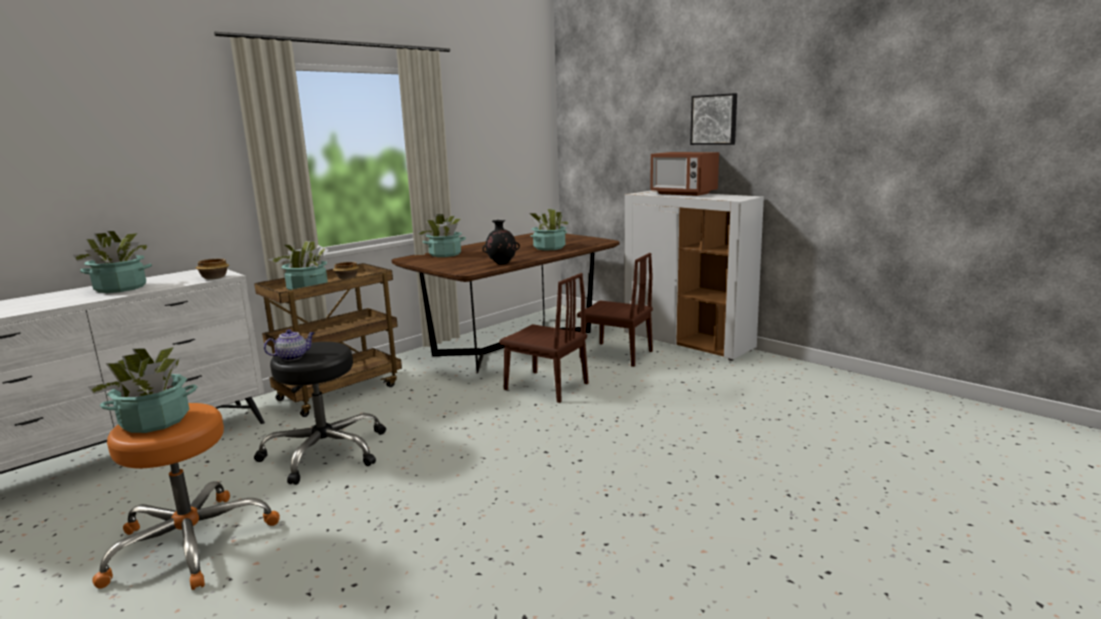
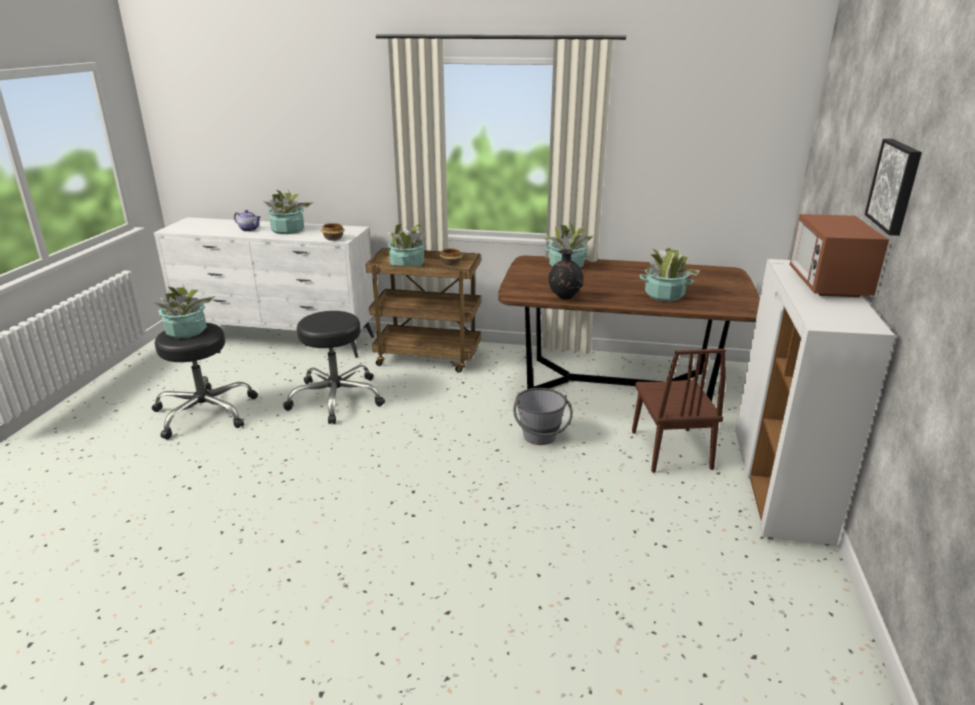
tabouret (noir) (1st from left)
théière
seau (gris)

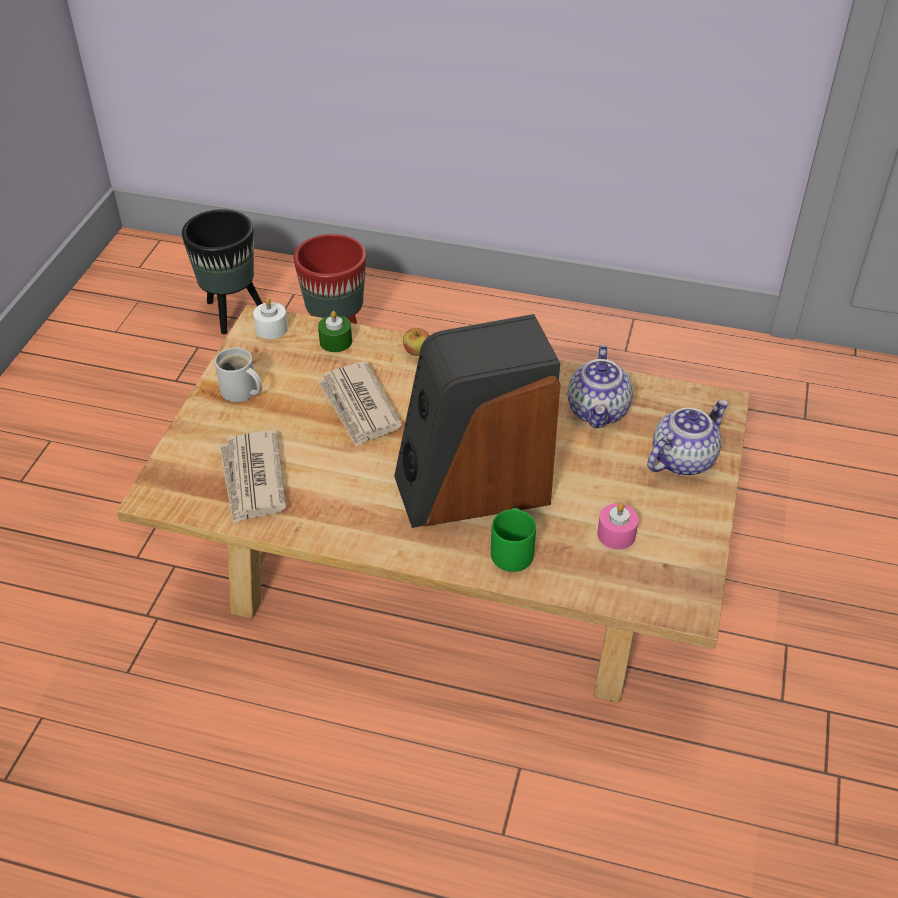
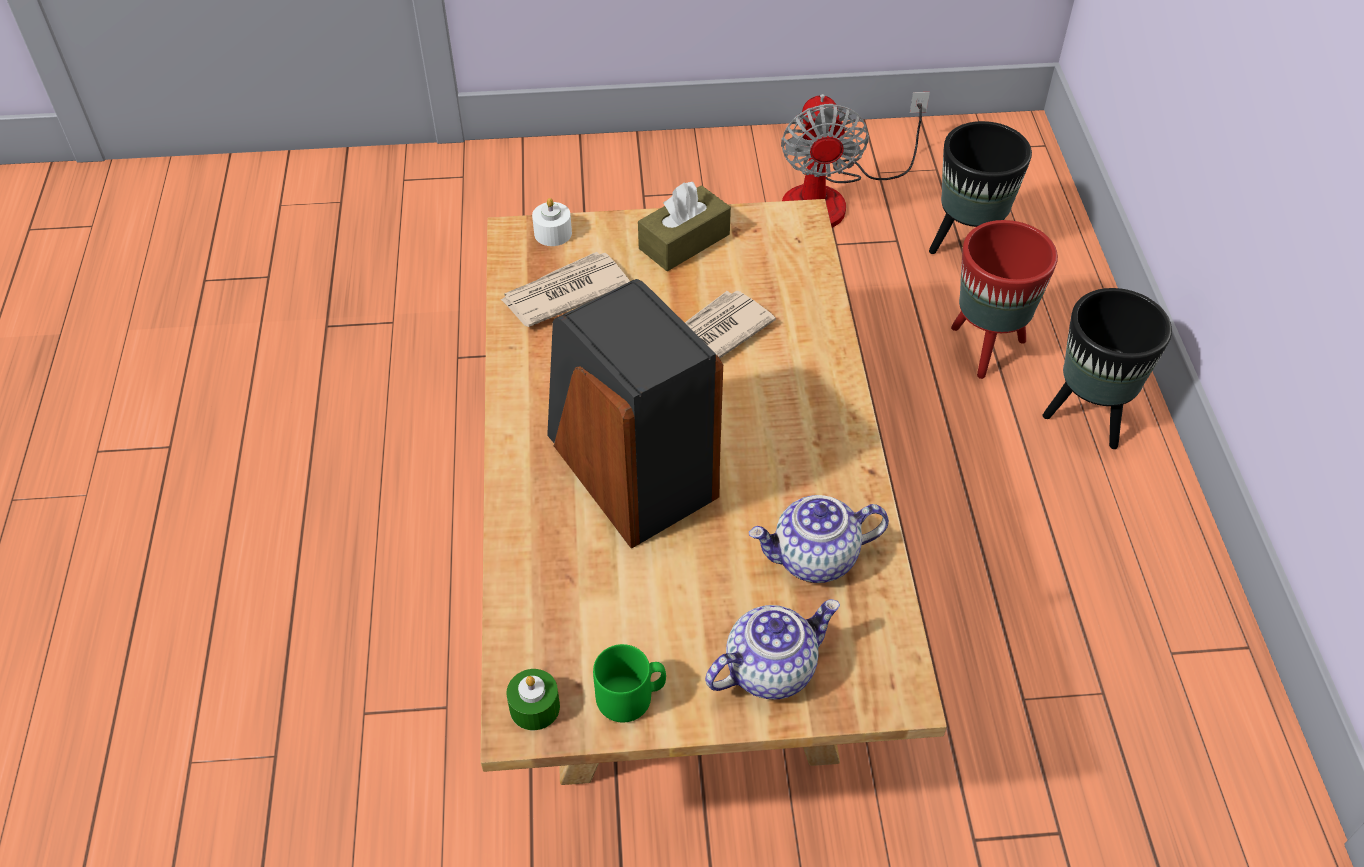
bougie (vert)
bougie (blanc)
mug (vert)
boîte à mouchoirs (marron)
théière (1st from left)
ventilateur
cache-pot (noir) (2nd from left)
pomme
bougie (rose)

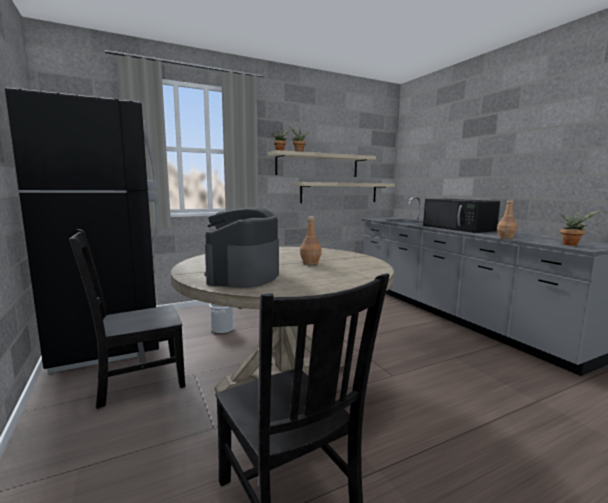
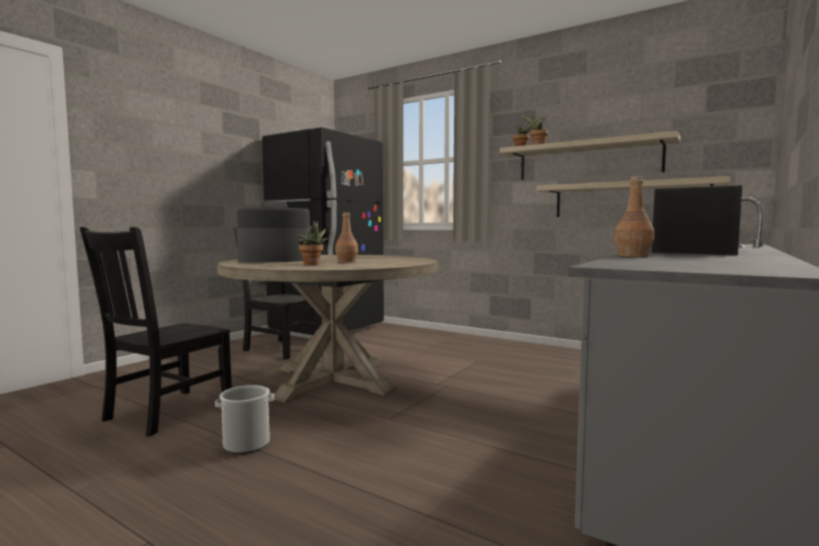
seau
plante en pot (1st from left)

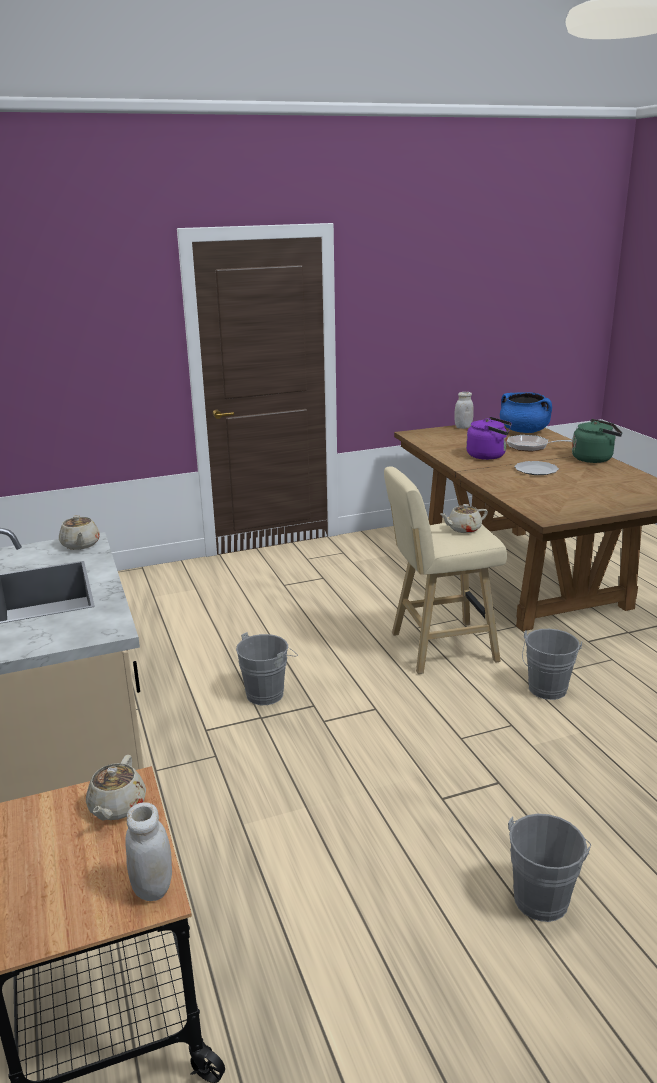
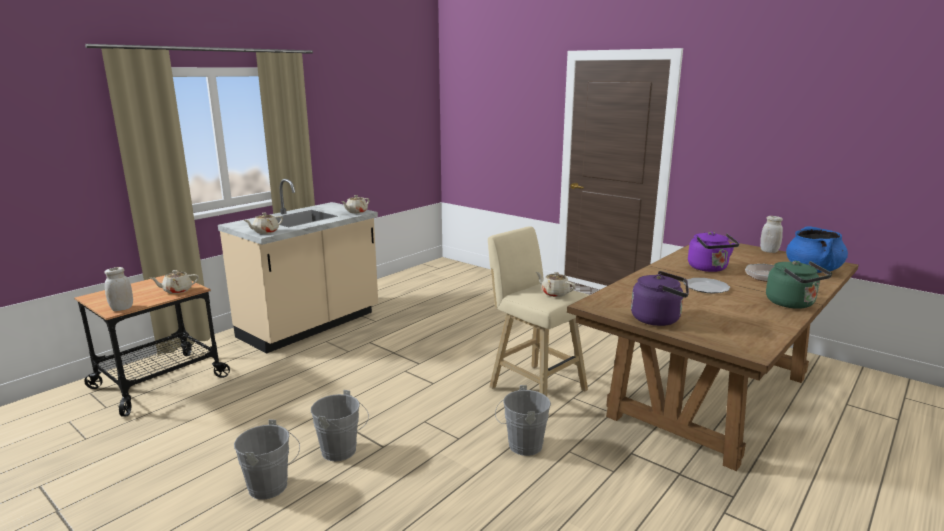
théière (beige) (2nd from left)
seau (gris) (2nd from left)
bouilloire (violet) (1st from left)

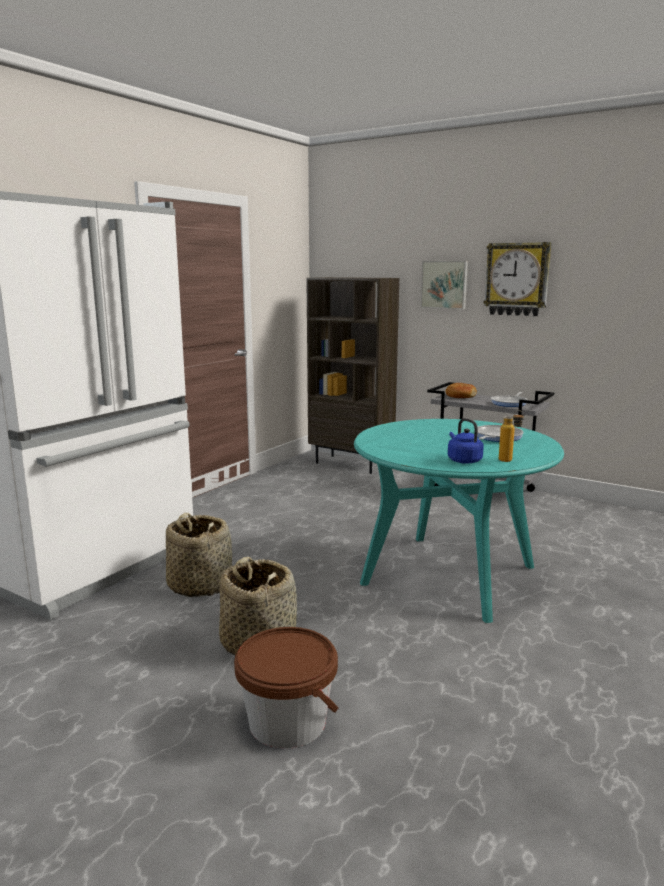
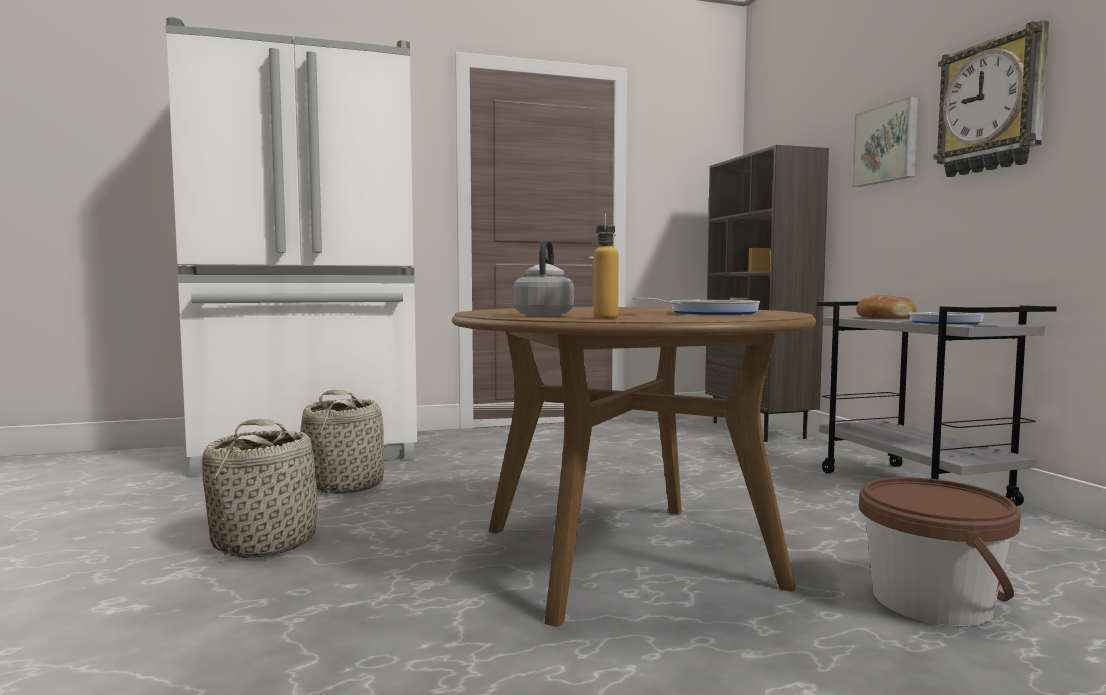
table à manger (marron)
bouilloire (gris)
seau (marron)

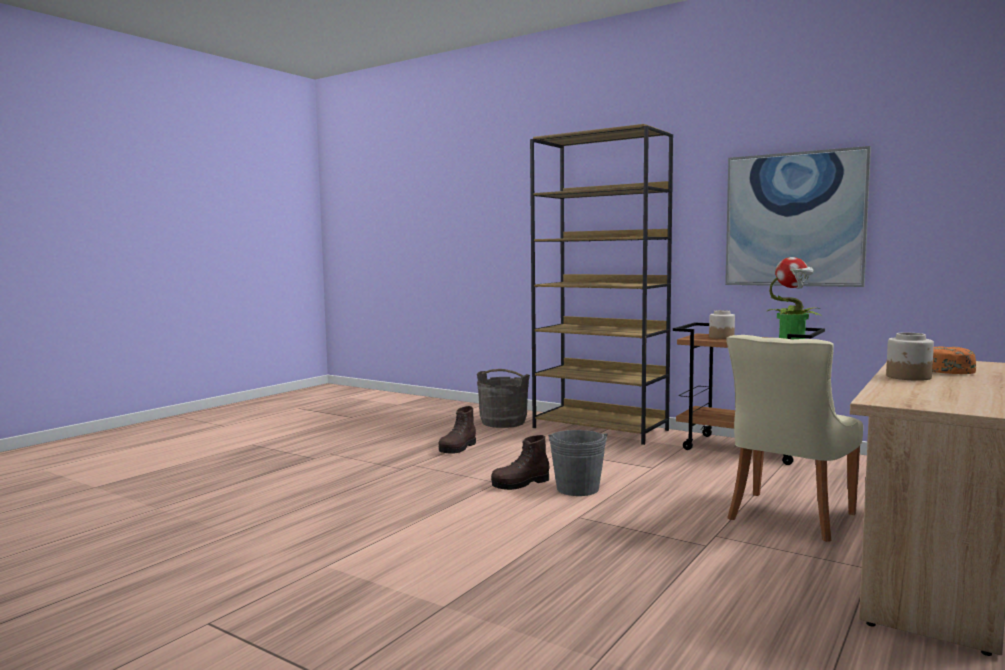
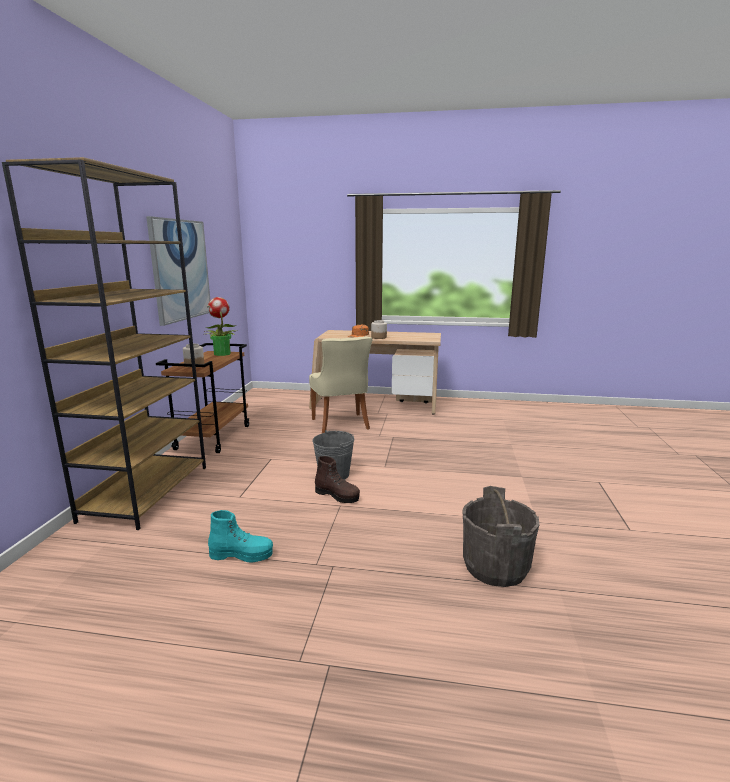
botte (turquoise)
chaise (beige)
seau (gris) (2nd from left)

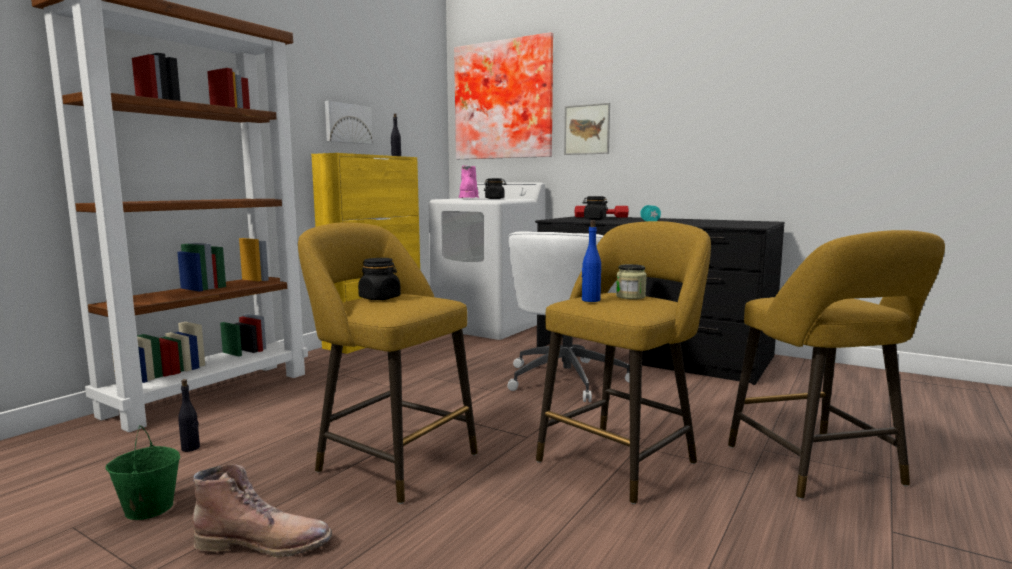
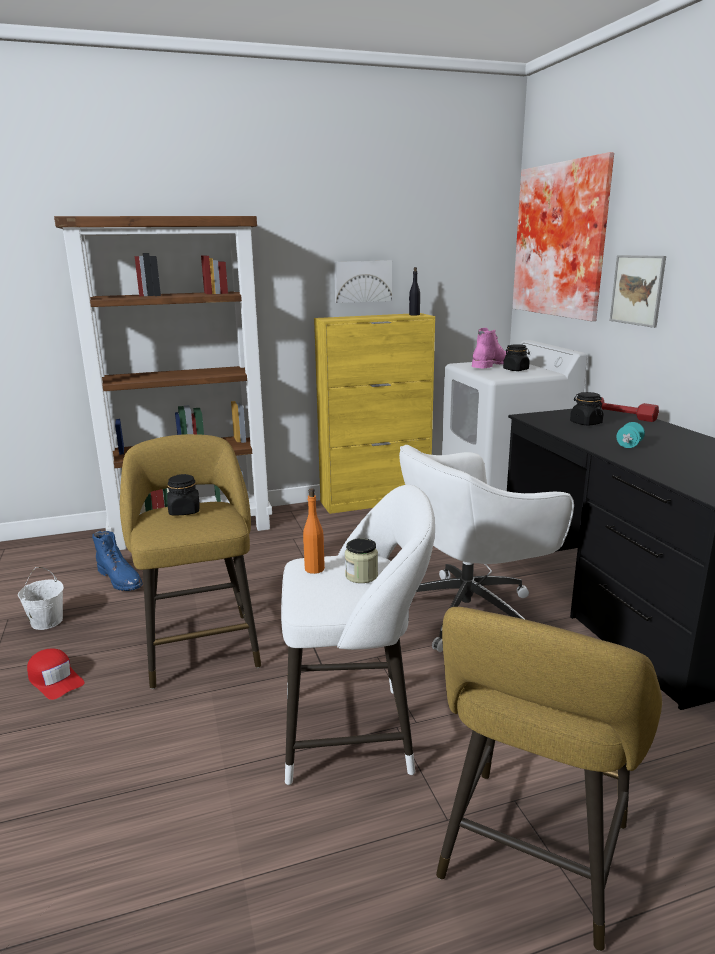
seau (blanc)
casquette (rouge)
botte (bleu)
tabouret (blanc)
bouteille (orange)

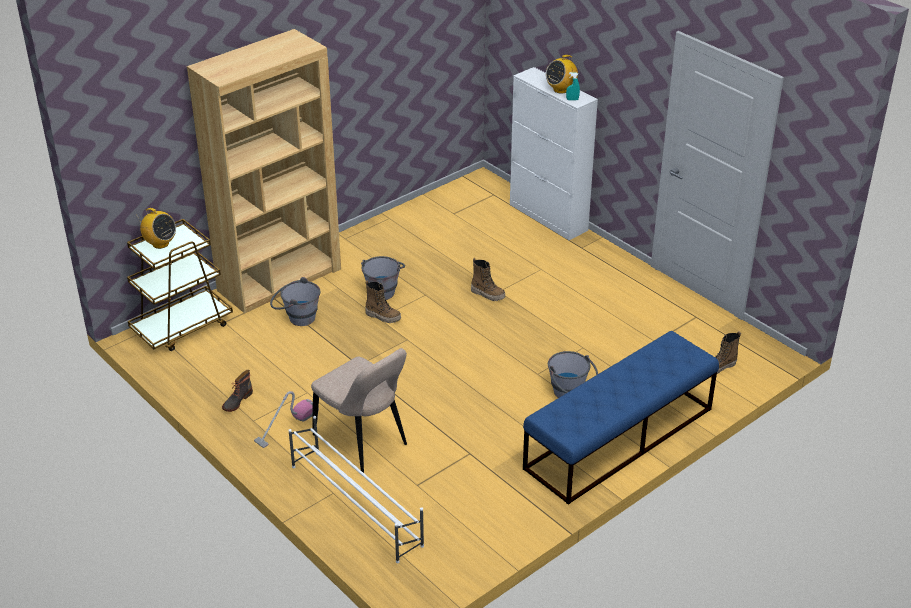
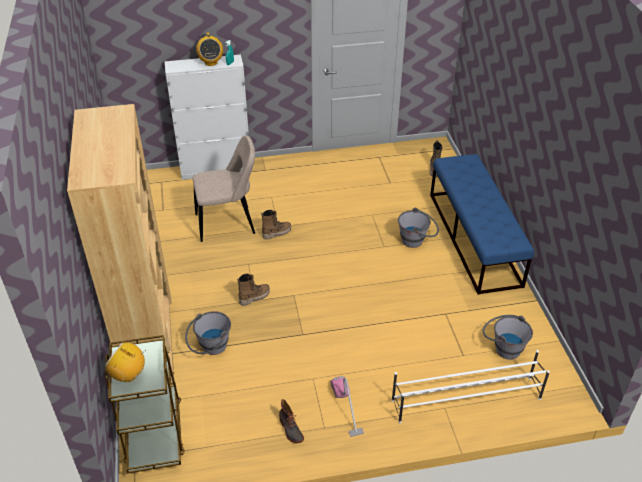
radio (1st from left)
chaise (beige)
seau (gris) (3rd from left)

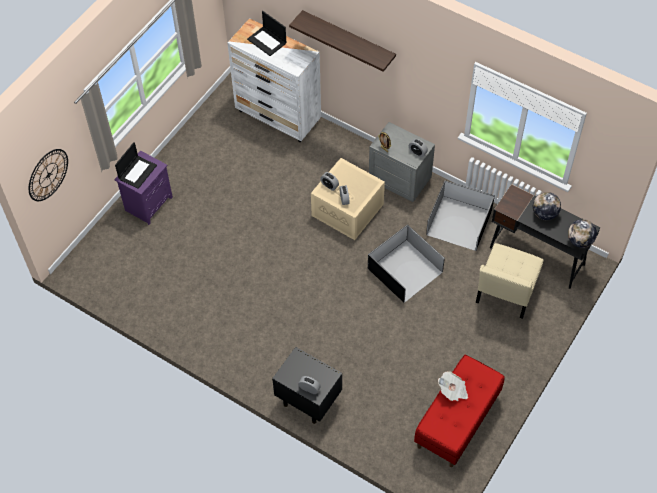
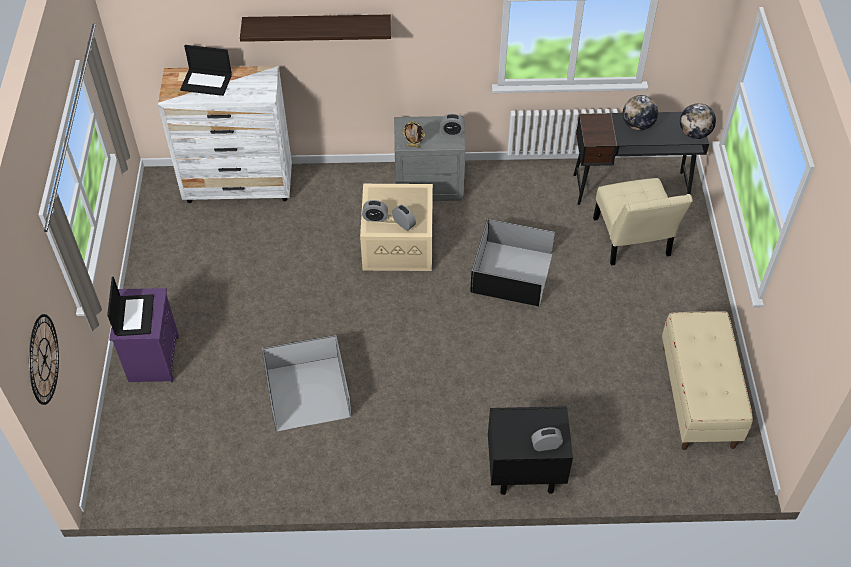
boîte de rangement (noir) (1st from left)
banc (beige)
journal

